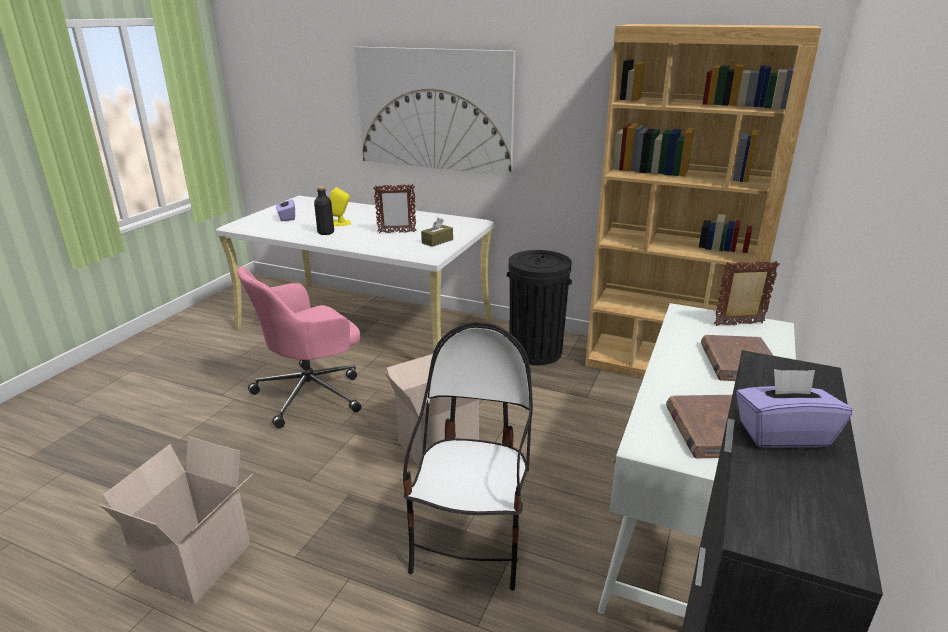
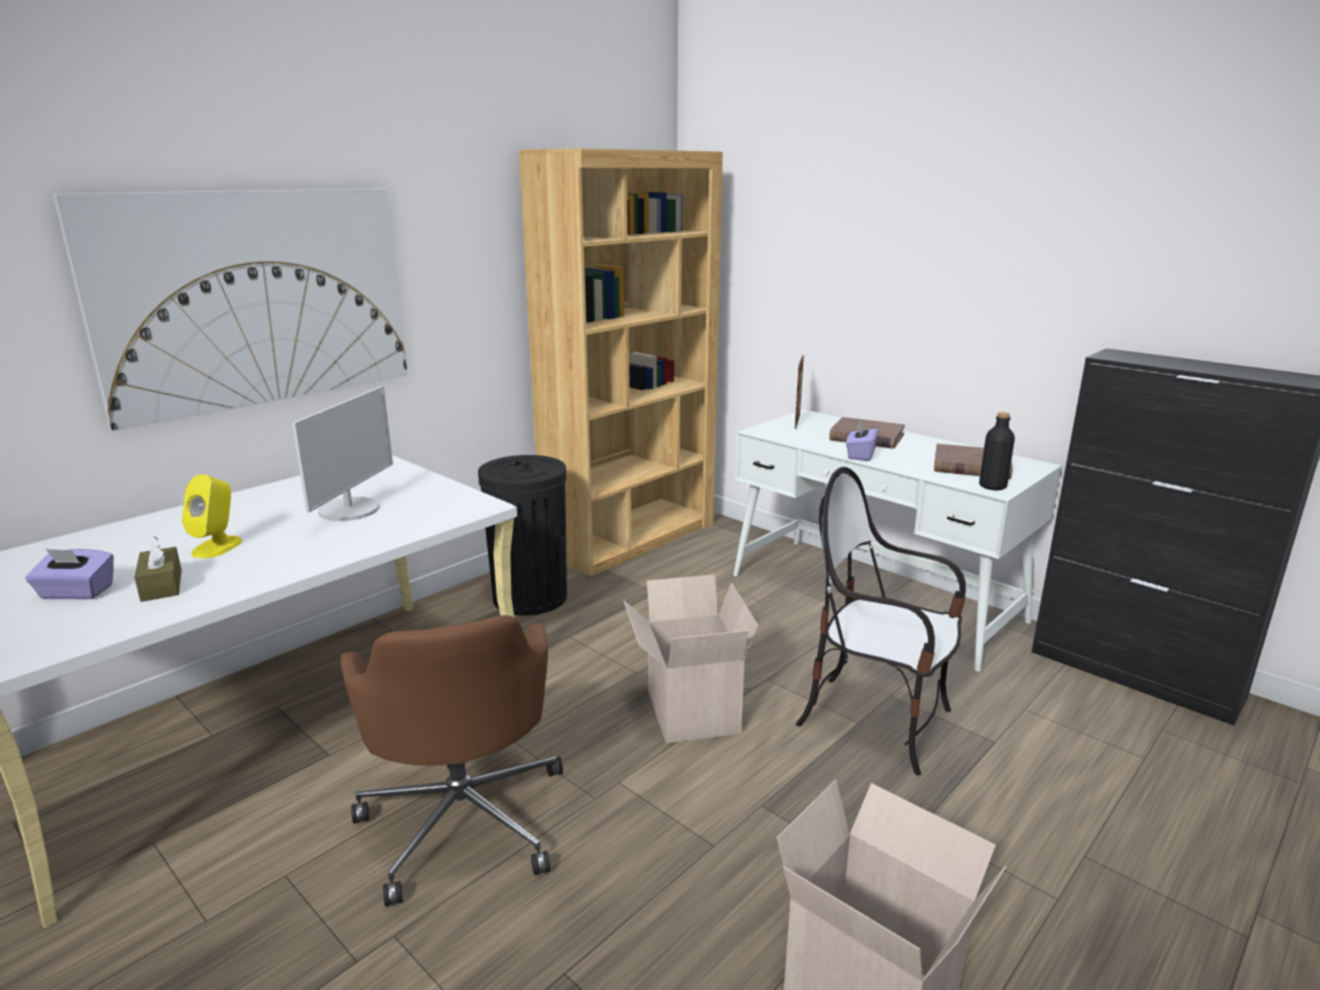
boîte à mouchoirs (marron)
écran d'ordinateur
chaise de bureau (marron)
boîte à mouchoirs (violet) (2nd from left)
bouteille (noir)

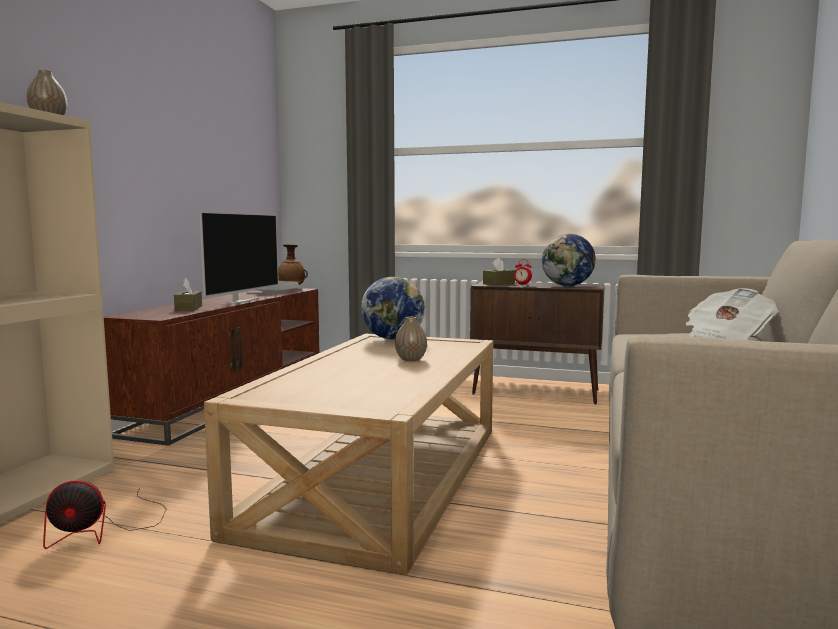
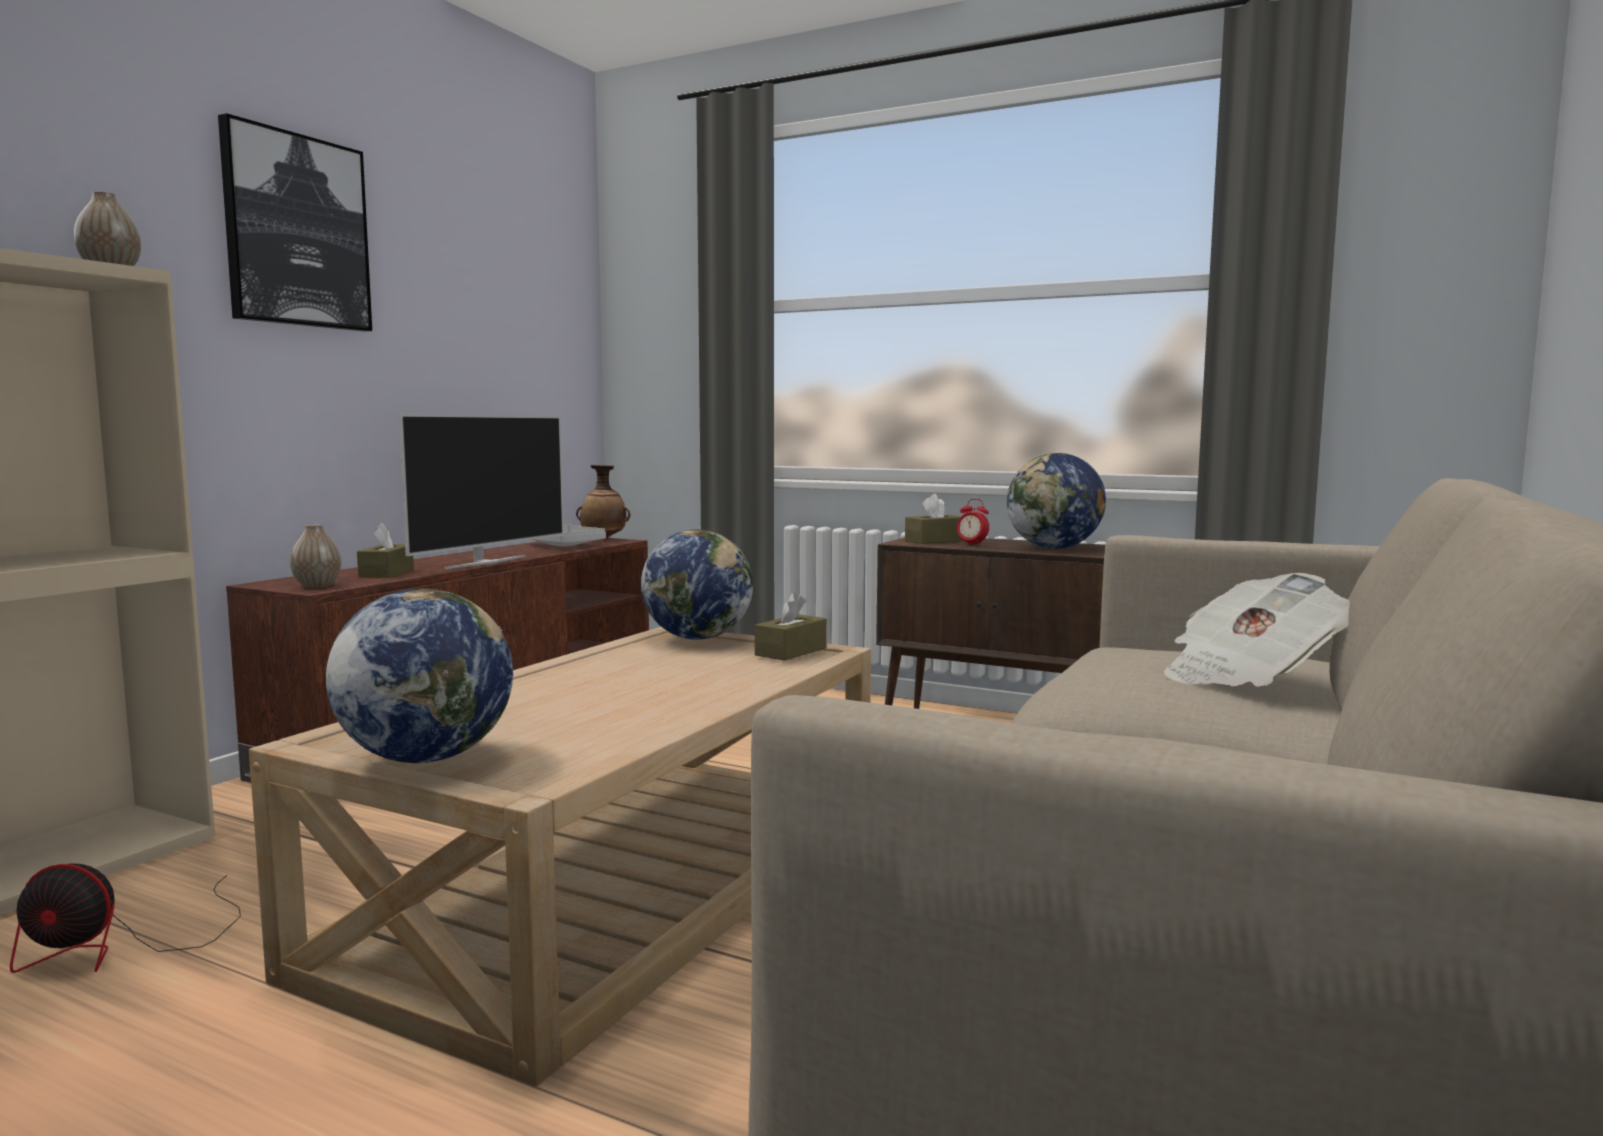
tableau
vase (2nd from left)
globe (1st from left)
boîte à mouchoirs (marron) (2nd from left)

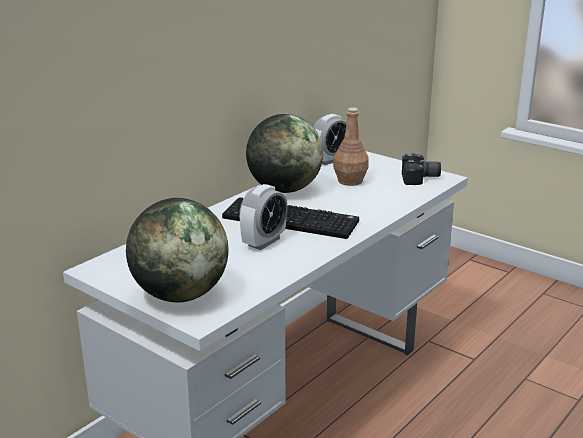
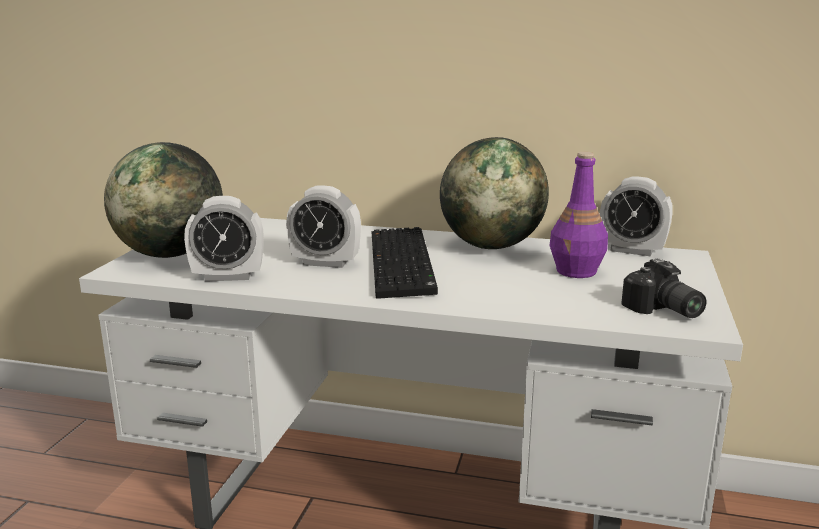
réveil (1st from left)
bouteille (violet)

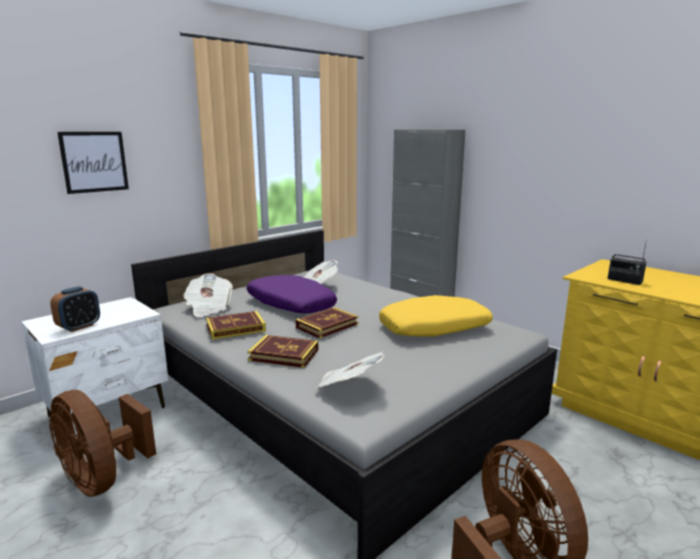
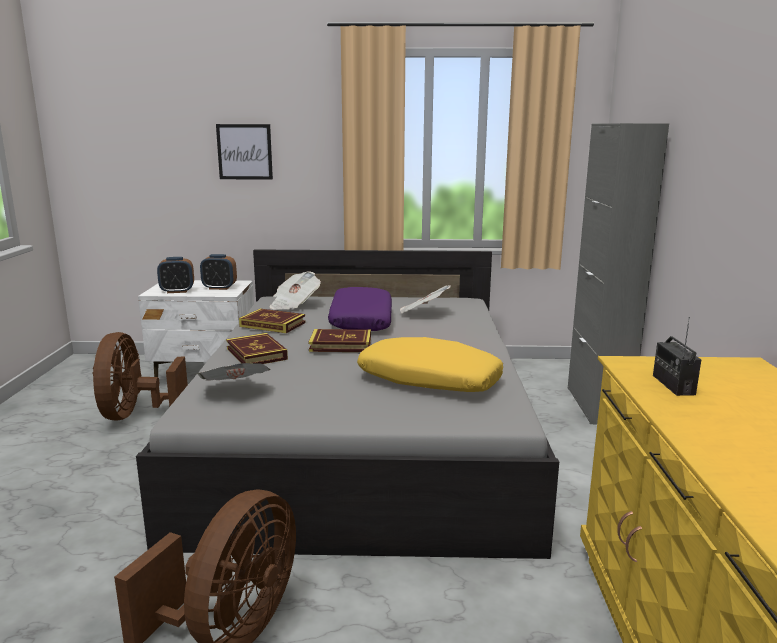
réveil (2nd from left)

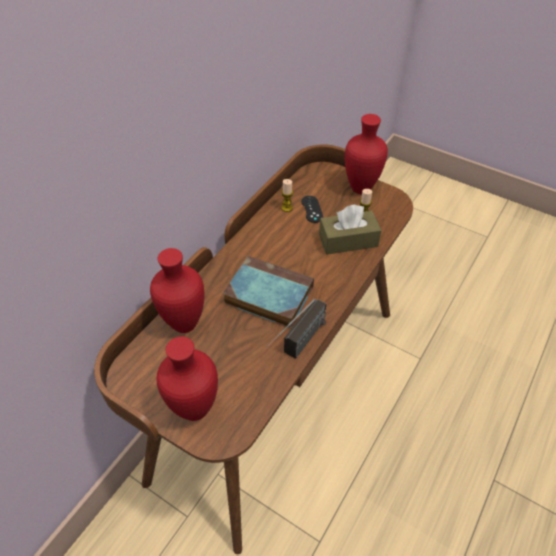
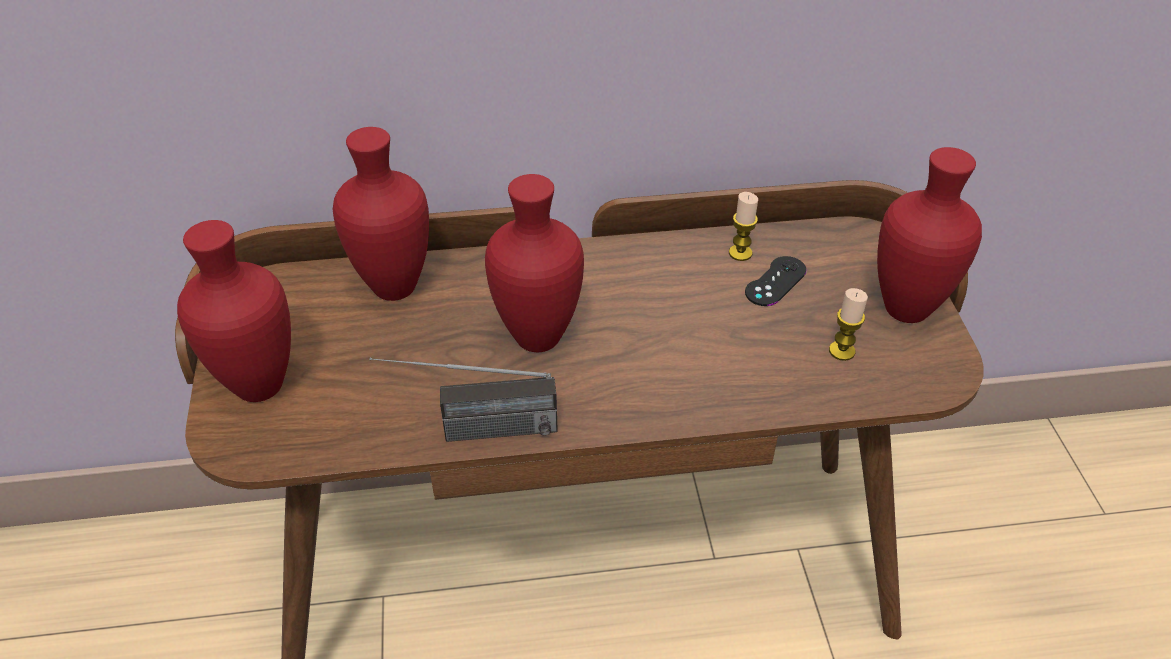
vase (rouge) (3rd from left)
boîte à mouchoirs (marron)

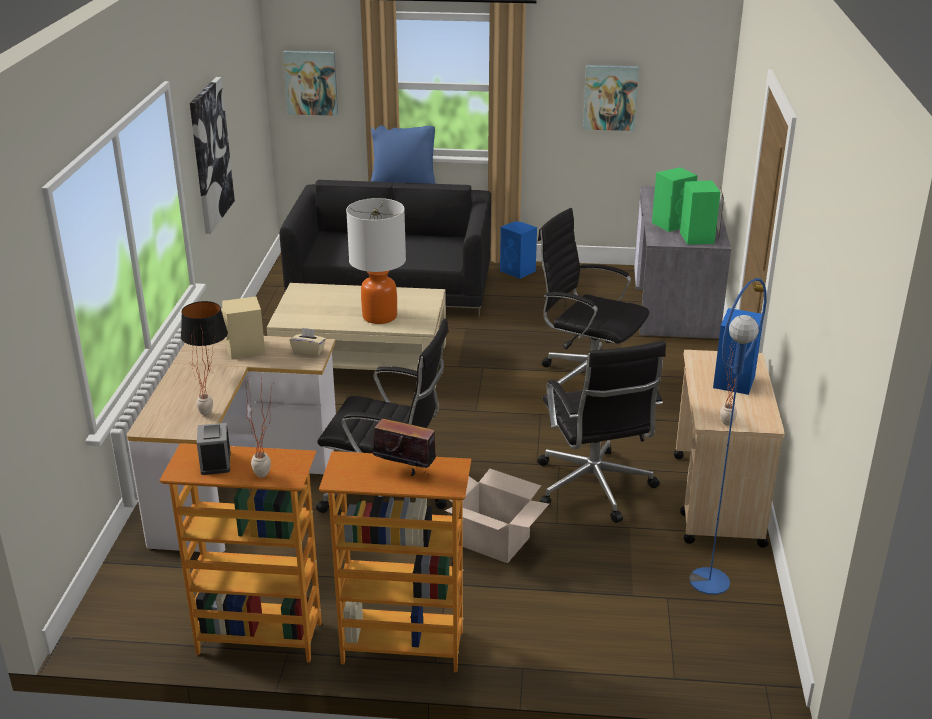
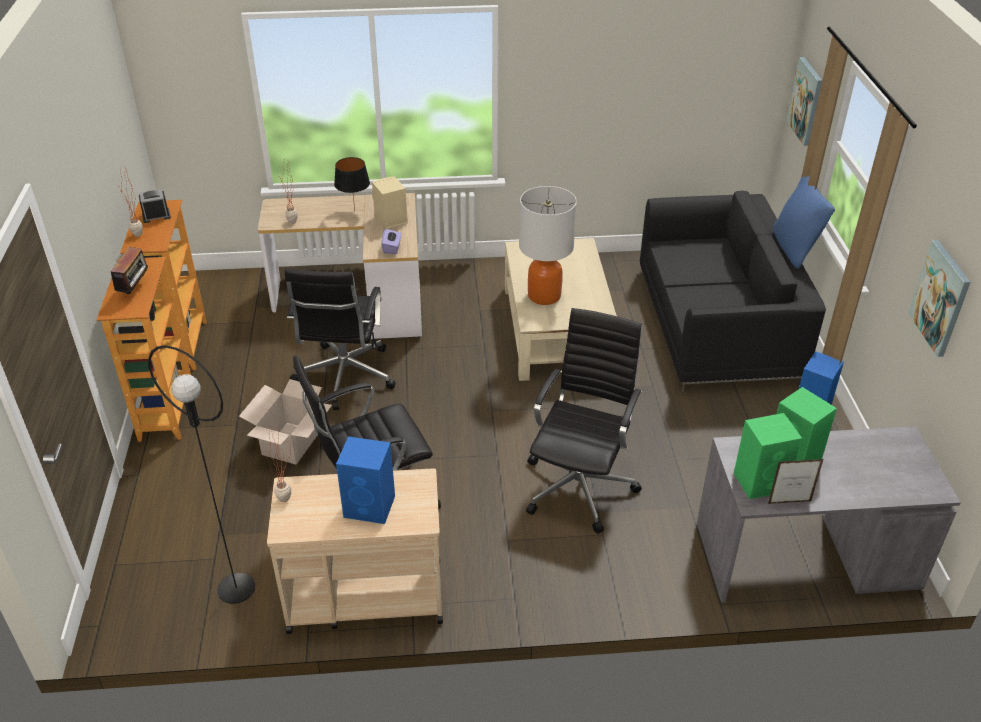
lampadaire (noir)
boîte à mouchoirs (violet)
tableau (1st from left in the first image)

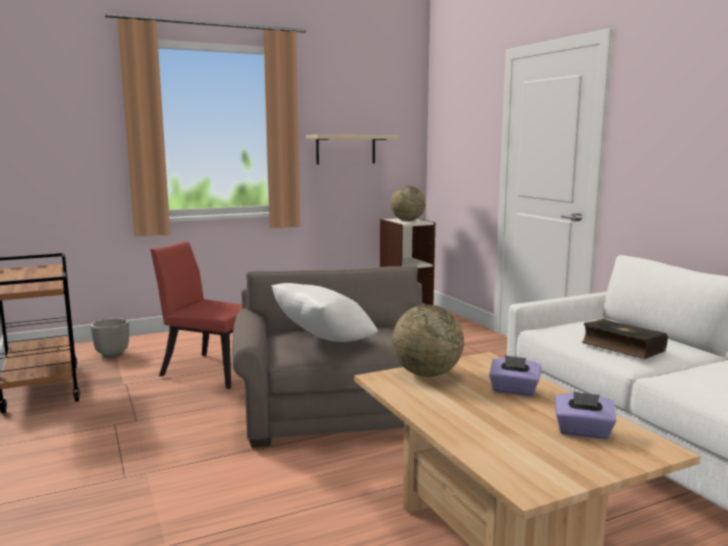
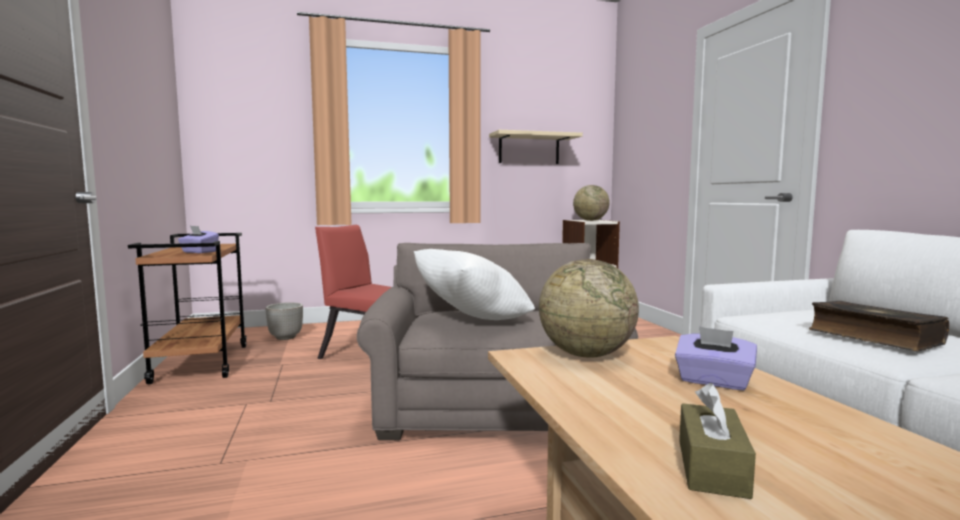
boîte à mouchoirs (violet) (1st from left)
boîte à mouchoirs (marron)

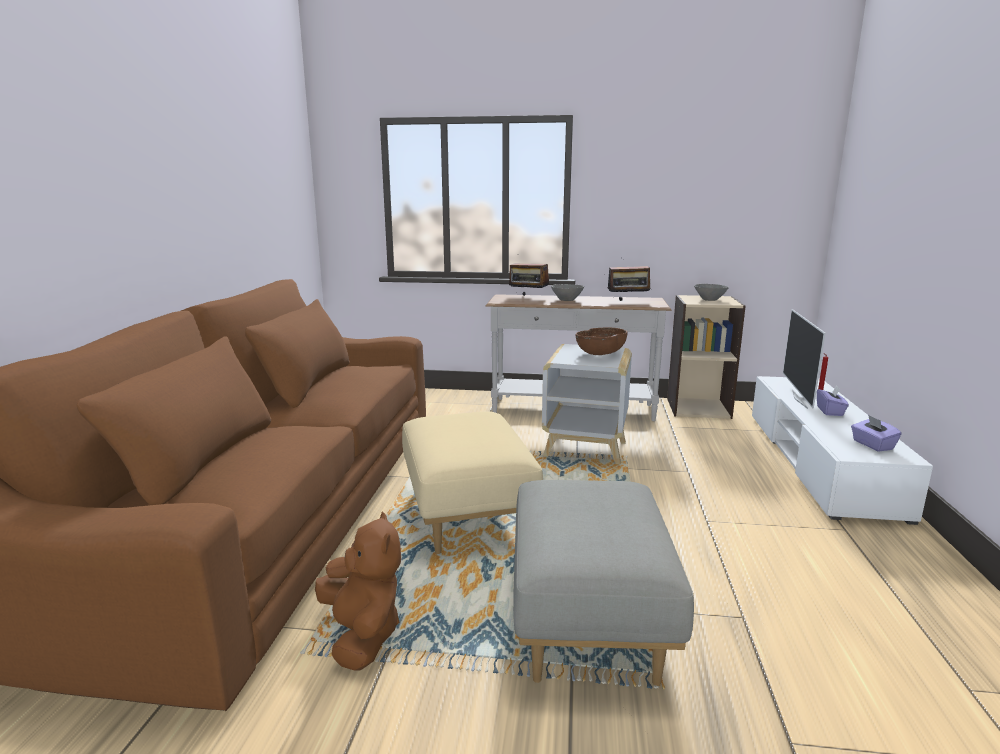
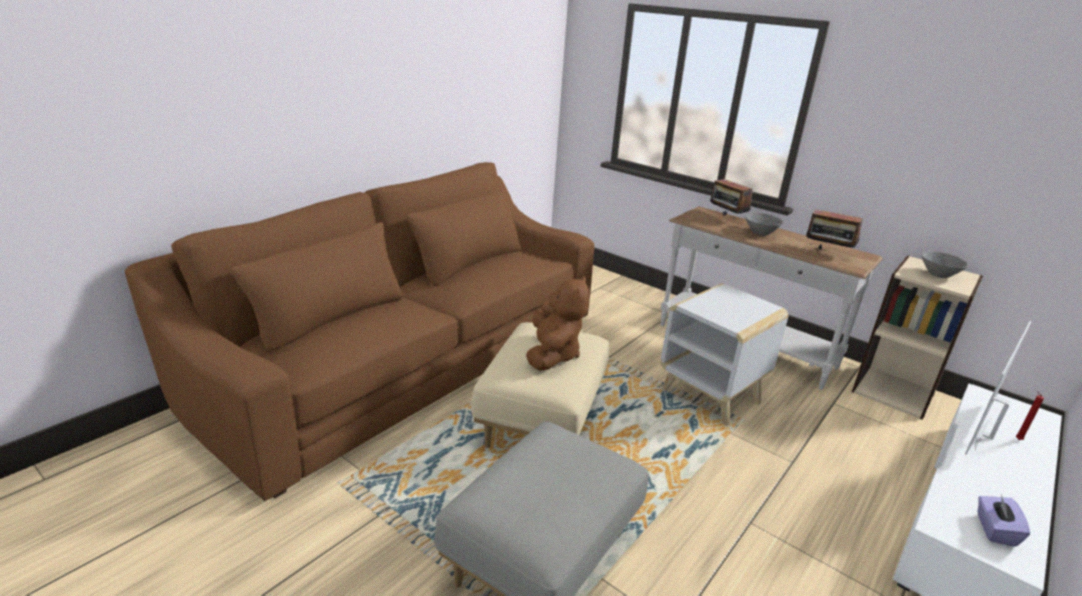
peluche (marron)
bol (marron)
boîte à mouchoirs (violet) (1st from left in the first image)

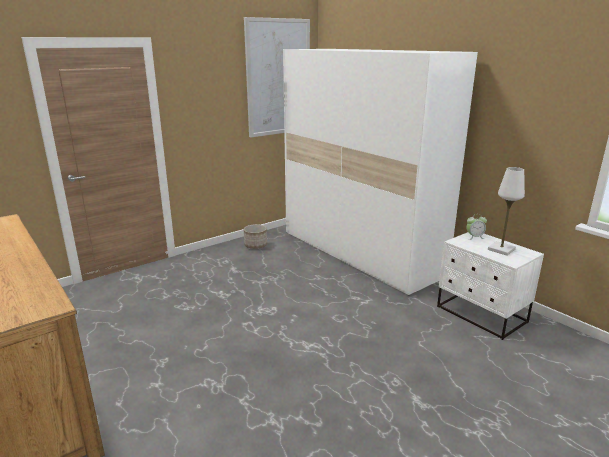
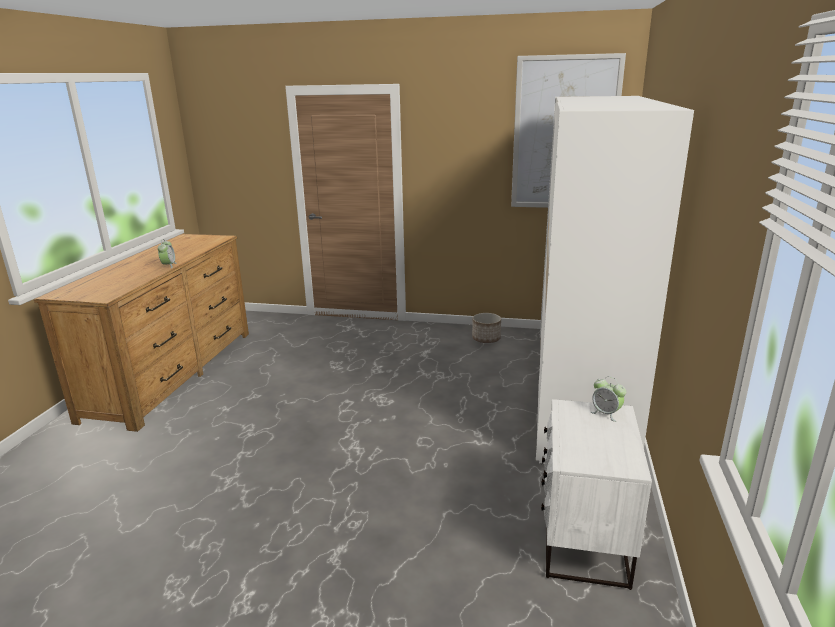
réveil (1st from left)
lampe de table (blanc)

